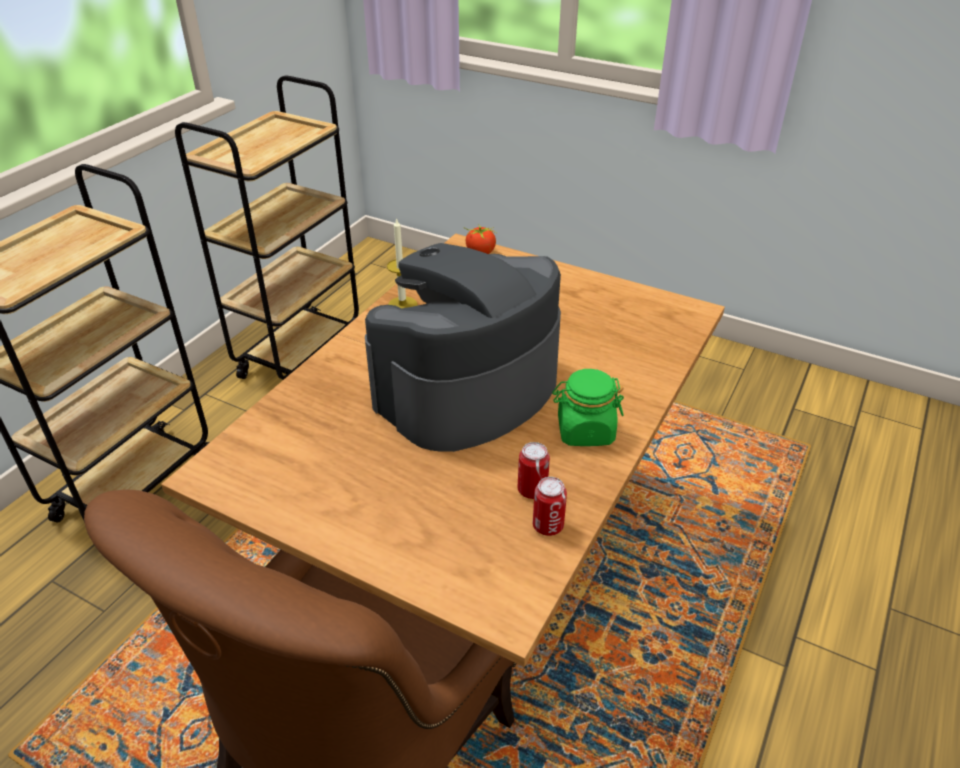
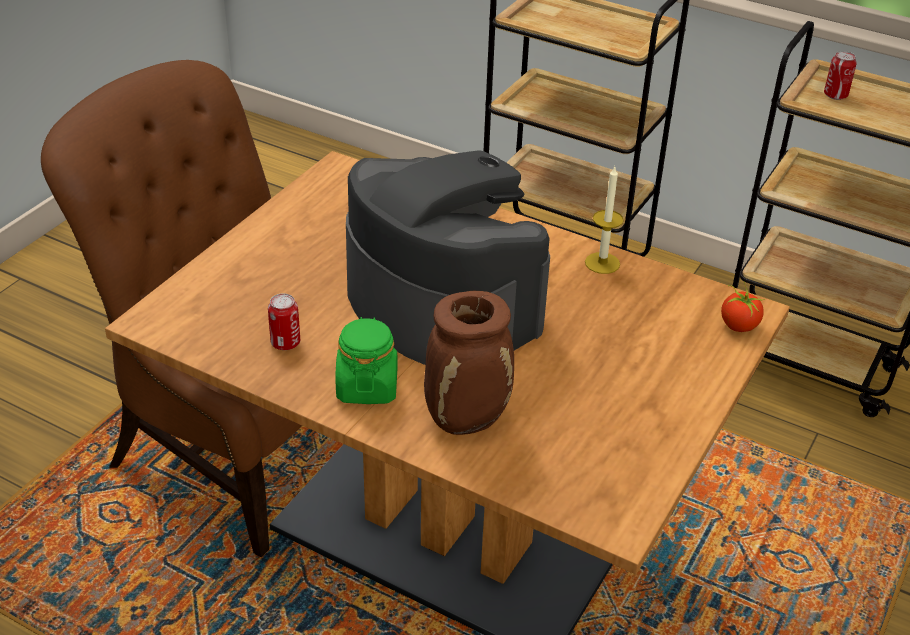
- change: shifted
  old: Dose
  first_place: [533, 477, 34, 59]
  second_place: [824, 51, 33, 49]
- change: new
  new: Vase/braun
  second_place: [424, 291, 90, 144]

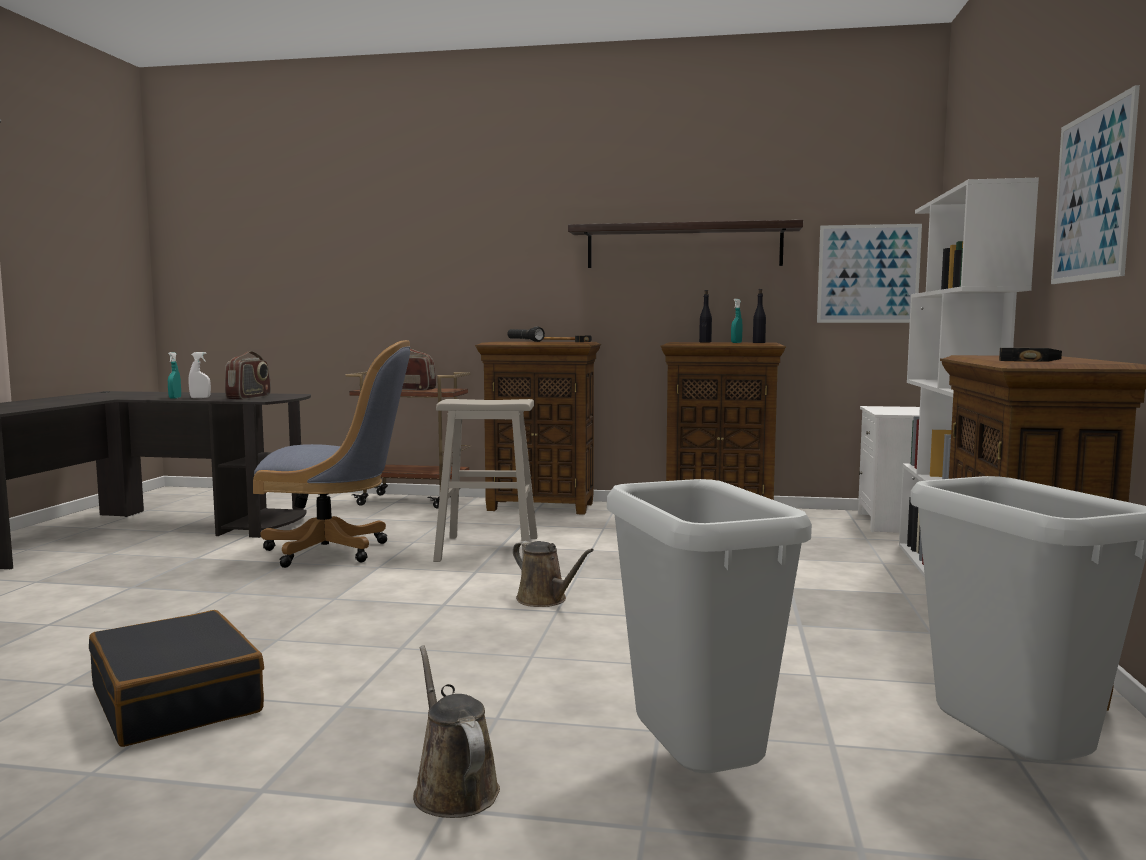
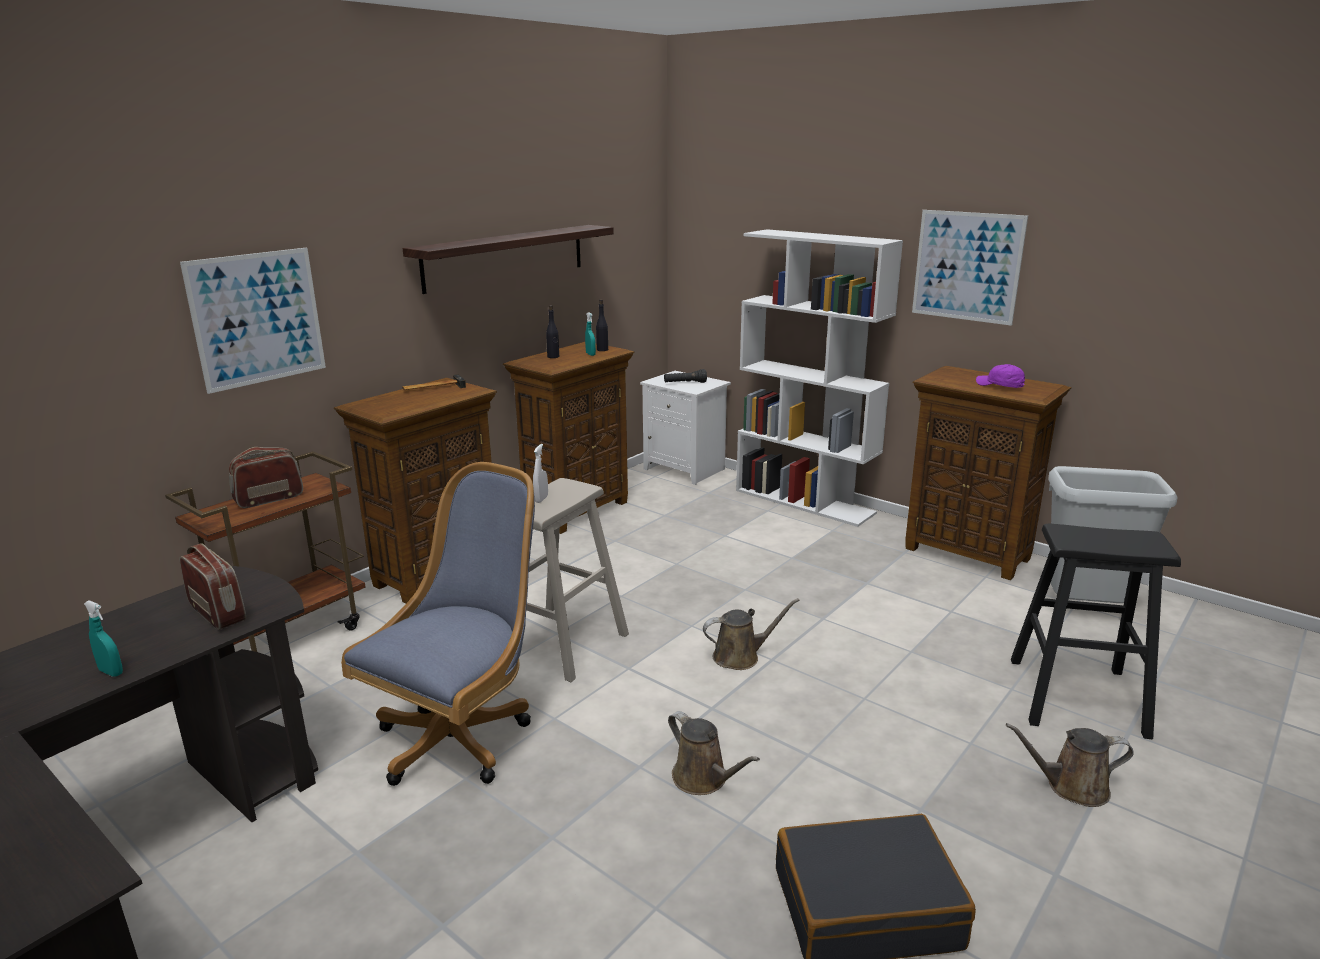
- change: shifted
  old: Bild
  first_place: [817, 224, 105, 99]
  second_place: [180, 248, 146, 146]
- change: shifted
  old: Taschenlampe/schwarz
  first_place: [507, 327, 38, 15]
  second_place: [664, 369, 43, 14]
- change: swapped
  old: Hammer
  new: Kappe/lila
  first_place: [999, 348, 63, 14]
  second_place: [976, 364, 49, 24]
- change: shifted
  old: Sprühflasche/weiß
  first_place: [189, 352, 22, 46]
  second_place: [533, 444, 15, 59]
- change: swapped
  old: Mülleimer/grau
  new: Hocker/schwarz
  first_place: [607, 479, 205, 295]
  second_place: [1011, 524, 170, 215]
- change: new
  new: Gießkanne/braun
  second_place: [668, 711, 92, 84]

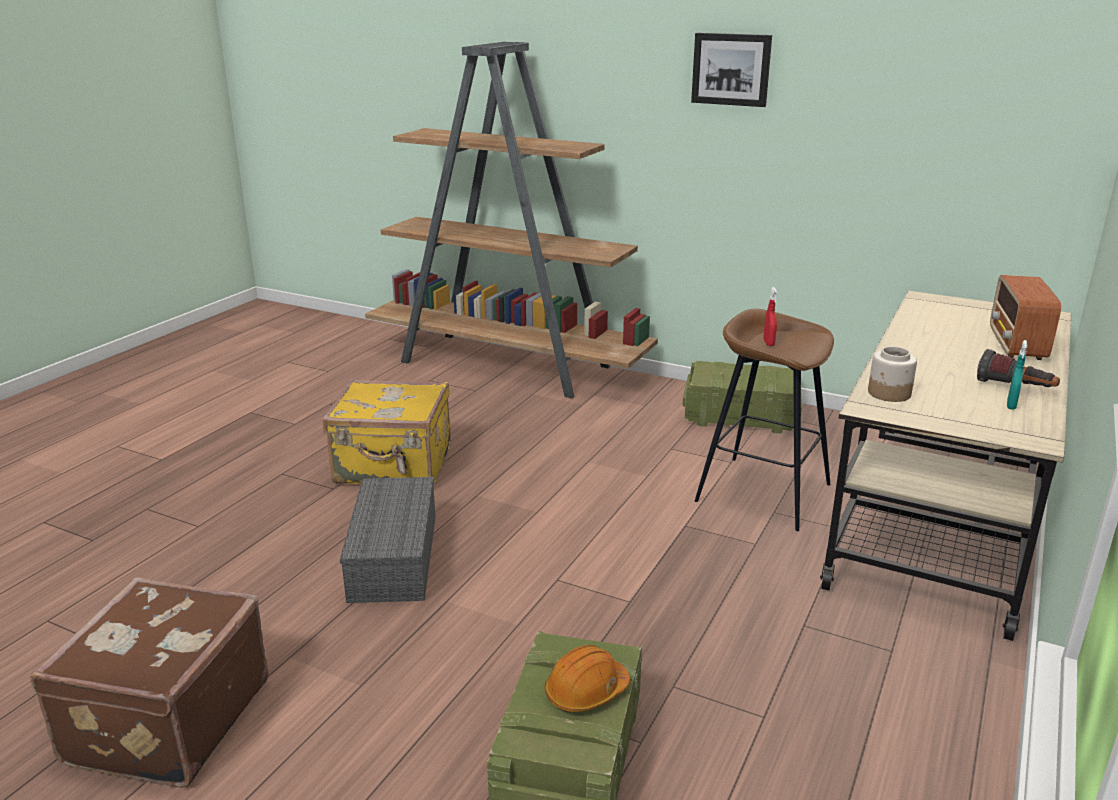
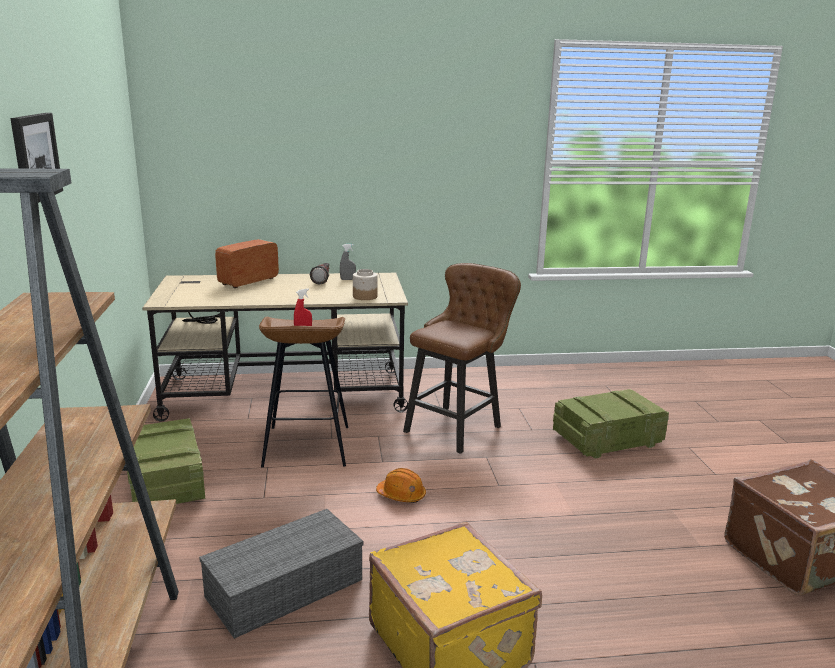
- change: rotated
  old: Radio
  first_place: [990, 275, 71, 85]
  second_place: [215, 239, 64, 49]
  degrees: 150
- change: repainted
  old: Sprühflasche/türkis
  new: Sprühflasche/grau
  first_place: [1007, 340, 20, 70]
  second_place: [340, 244, 16, 36]
- change: shifted
  old: Aufbewahrungsbox/grau
  first_place: [340, 477, 96, 126]
  second_place: [199, 509, 165, 130]
- change: shifted
  old: Schutzhelm/orange
  first_place: [544, 645, 86, 67]
  second_place: [376, 468, 50, 35]
- change: new
  new: Hocker/braun
  second_place: [403, 263, 118, 191]

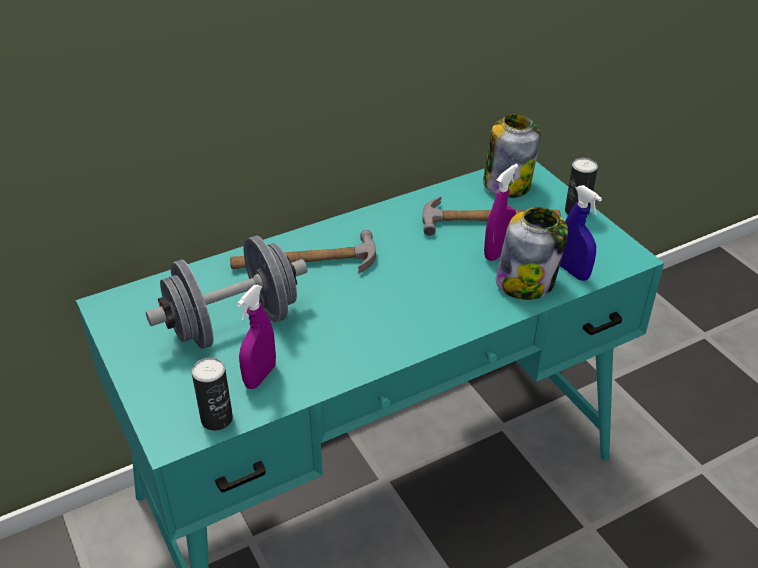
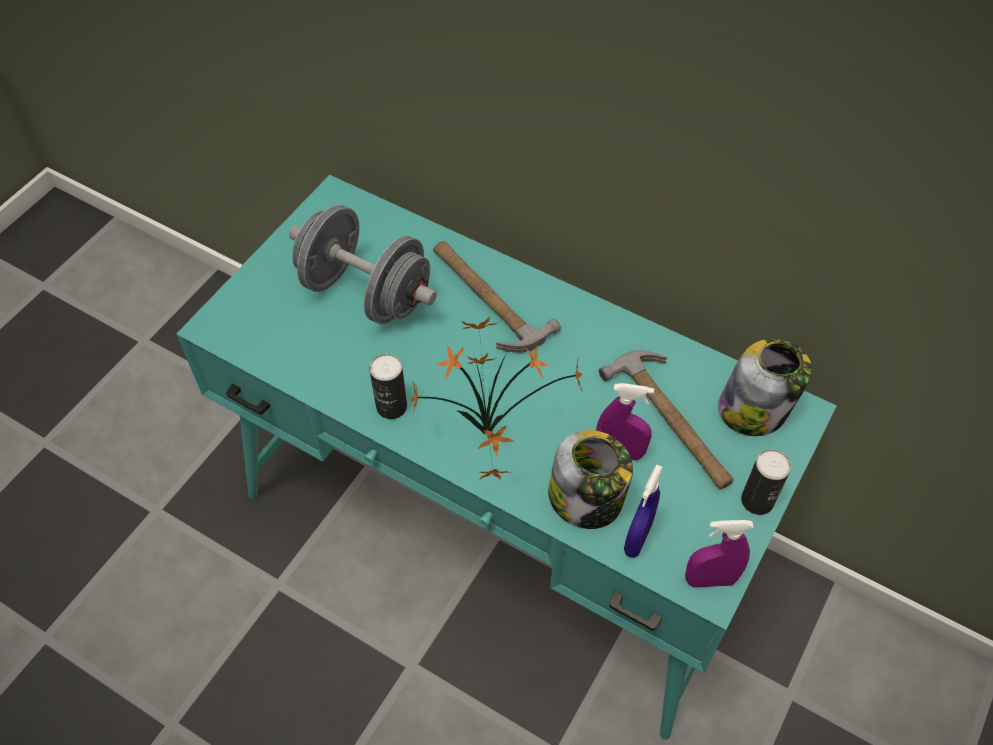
- change: shifted
  old: Sprühflasche/lila
  first_place: [237, 285, 39, 104]
  second_place: [685, 520, 69, 67]
- change: shifted
  old: Dose
  first_place: [192, 357, 41, 74]
  second_place: [369, 354, 38, 65]
- change: new
  new: Topfpflanze
  second_place: [410, 317, 173, 163]

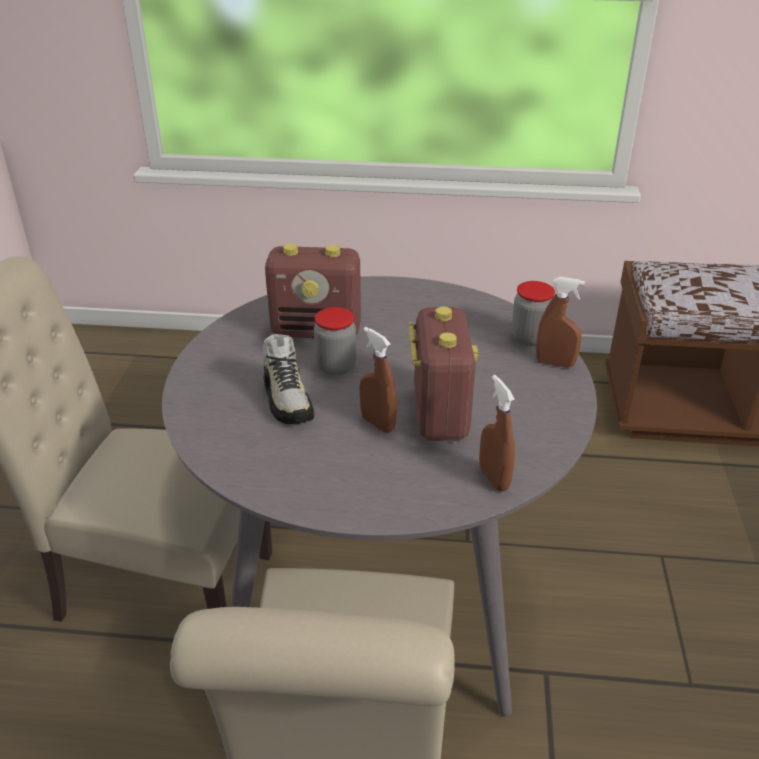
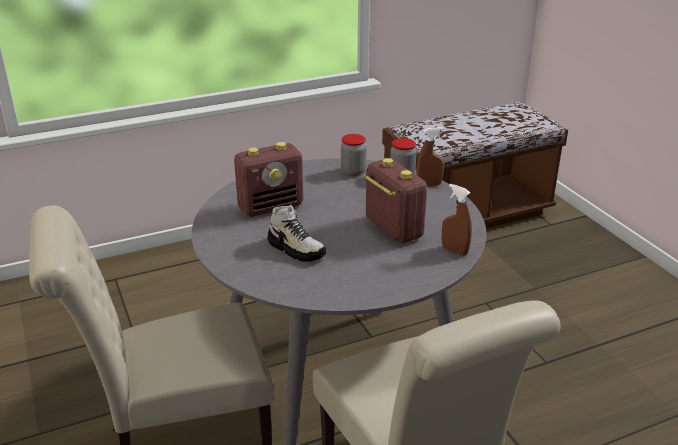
- change: shifted
  old: Vorratsglas
  first_place: [314, 307, 42, 68]
  second_place: [341, 134, 26, 42]
- change: gone
  old: Sprühflasche/braun
  first_place: [360, 327, 37, 106]

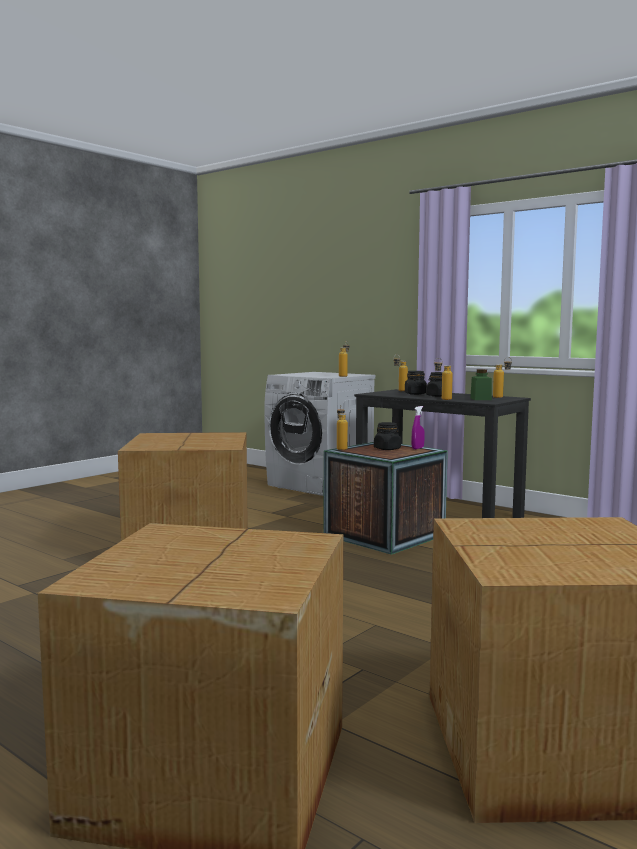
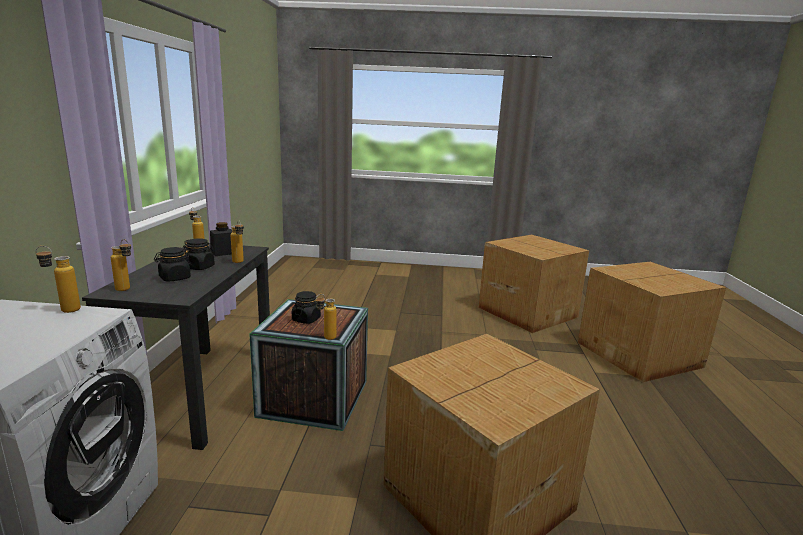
- change: repainted
  old: Vorratsglas/grün
  new: Vorratsglas/schwarz
  first_place: [470, 369, 22, 31]
  second_place: [210, 222, 22, 34]
- change: gone
  old: Sprühflasche/lila
  first_place: [412, 406, 13, 43]

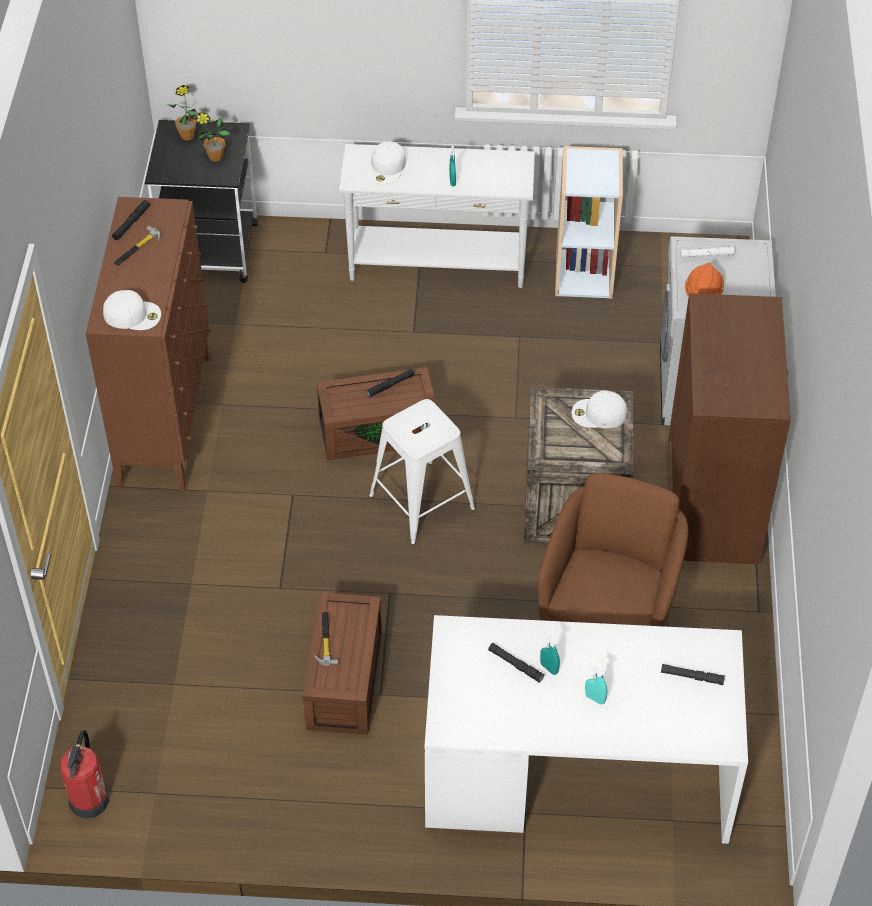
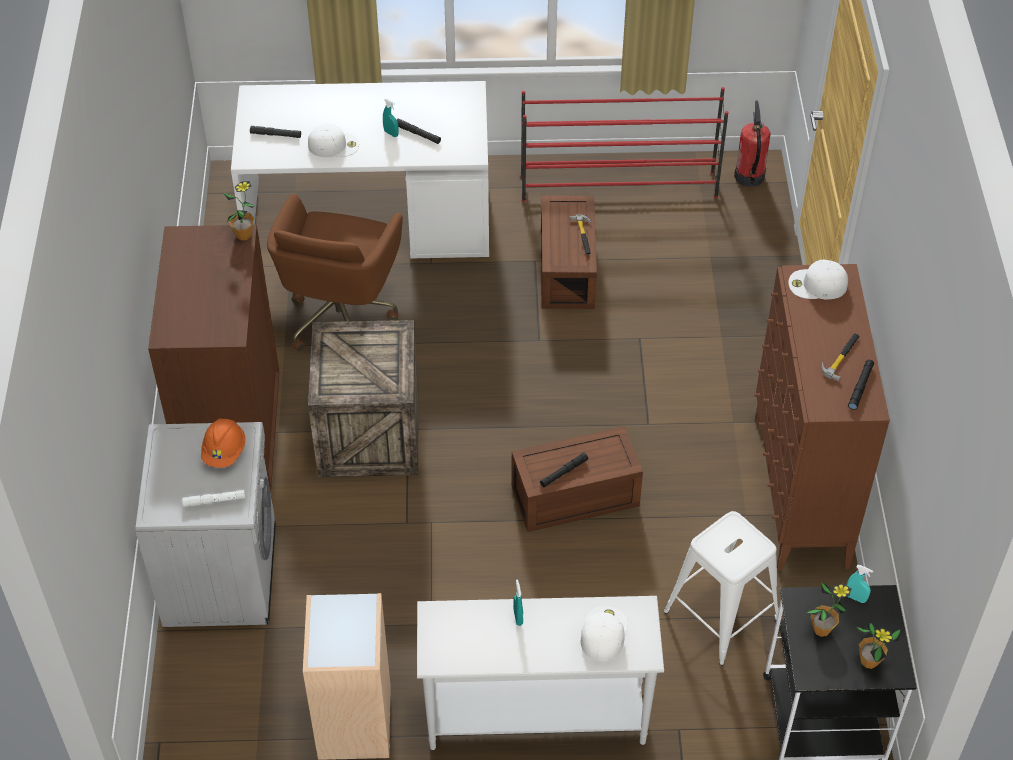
- change: shifted
  old: Kappe/weiß
  first_place: [572, 390, 55, 38]
  second_place: [308, 123, 51, 34]
- change: shifted
  old: Hocker/weiß
  first_place: [369, 399, 106, 146]
  second_place: [664, 511, 115, 154]
- change: shifted
  old: Sprühflasche/türkis
  first_place: [585, 664, 22, 41]
  second_place: [847, 565, 26, 38]
- change: new
  new: Schuhregal/rot
  second_place: [521, 87, 208, 115]
- change: new
  new: Topfpflanze
  second_place: [224, 181, 30, 59]

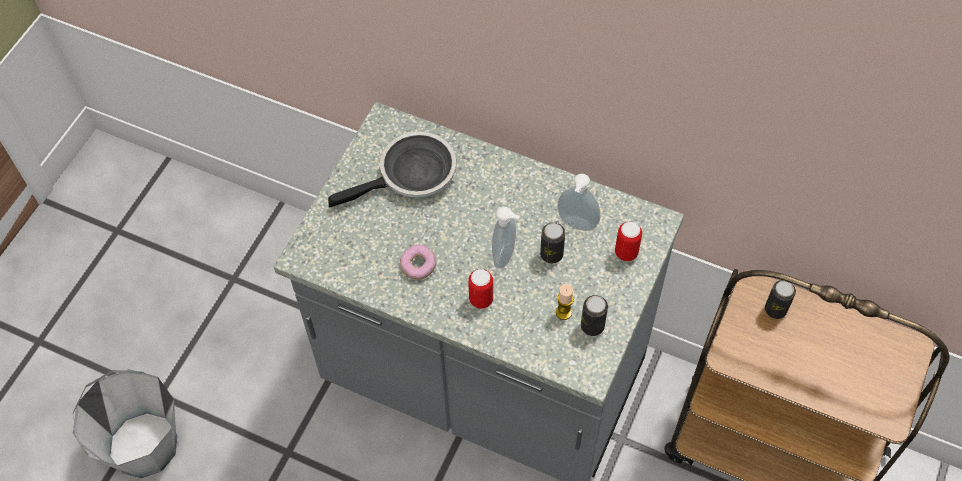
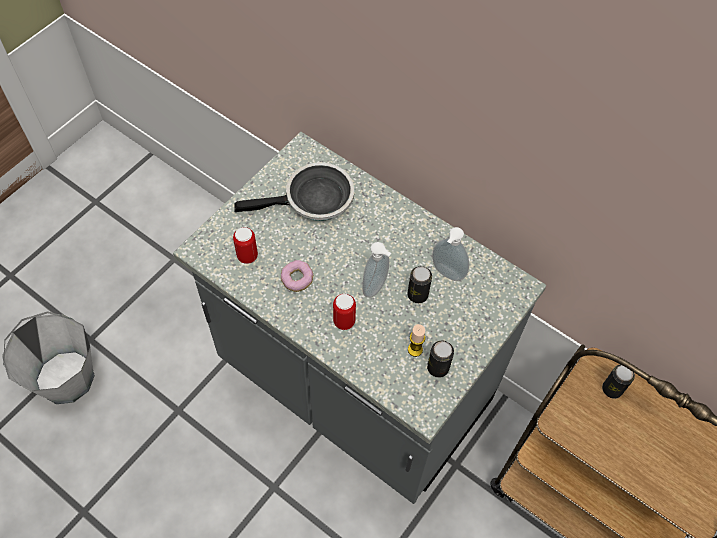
- change: shifted
  old: Dose
  first_place: [615, 222, 27, 40]
  second_place: [233, 227, 25, 37]

